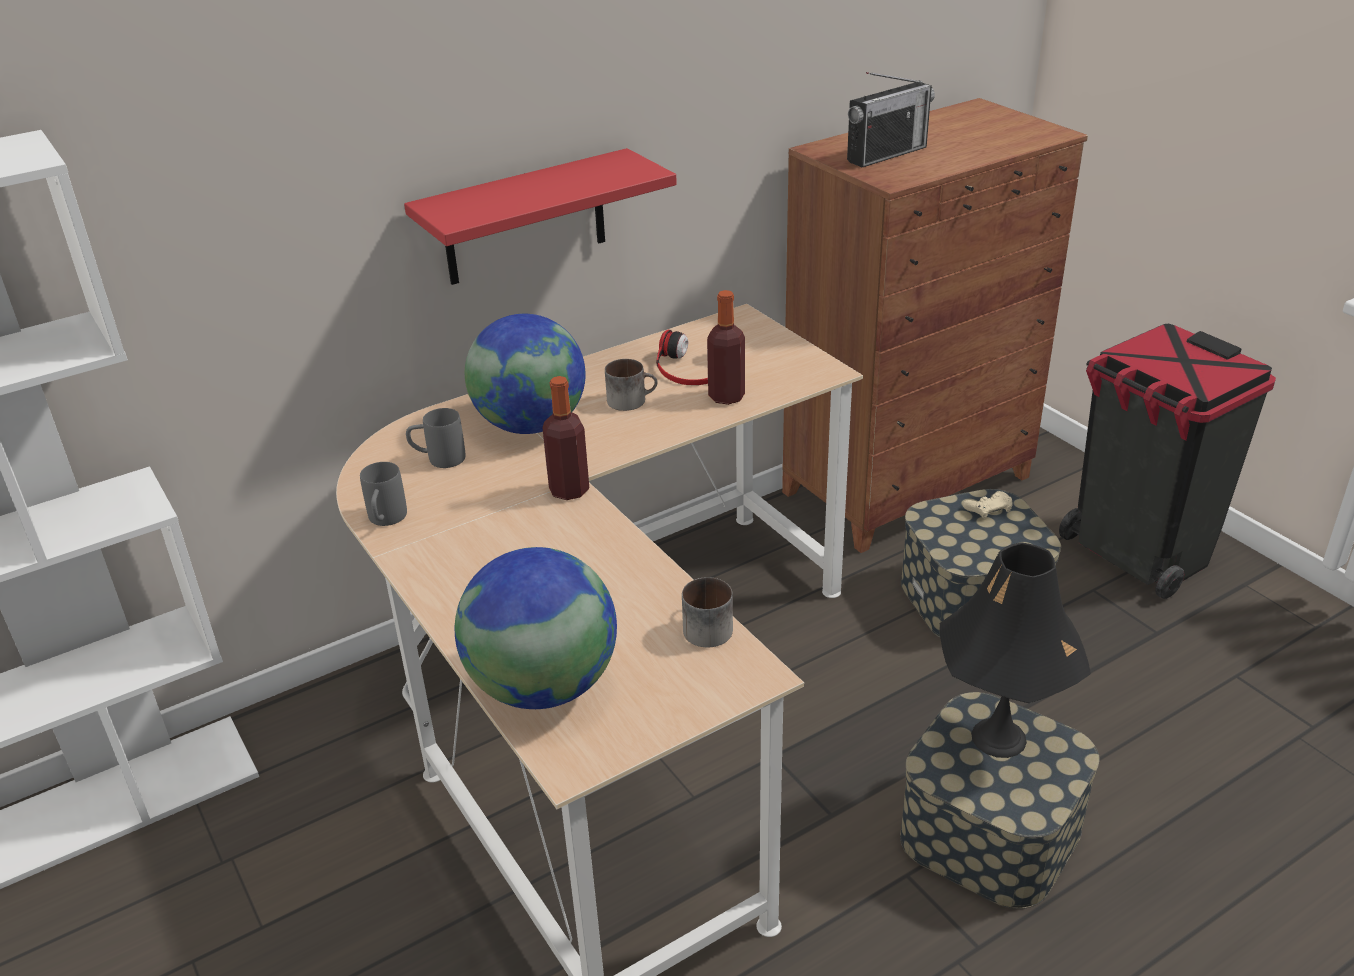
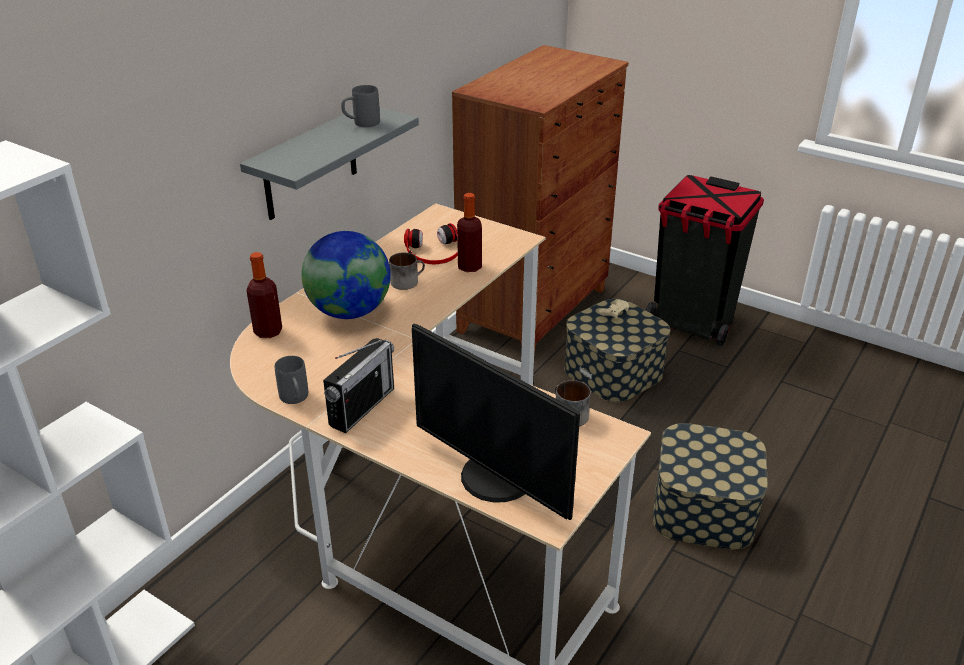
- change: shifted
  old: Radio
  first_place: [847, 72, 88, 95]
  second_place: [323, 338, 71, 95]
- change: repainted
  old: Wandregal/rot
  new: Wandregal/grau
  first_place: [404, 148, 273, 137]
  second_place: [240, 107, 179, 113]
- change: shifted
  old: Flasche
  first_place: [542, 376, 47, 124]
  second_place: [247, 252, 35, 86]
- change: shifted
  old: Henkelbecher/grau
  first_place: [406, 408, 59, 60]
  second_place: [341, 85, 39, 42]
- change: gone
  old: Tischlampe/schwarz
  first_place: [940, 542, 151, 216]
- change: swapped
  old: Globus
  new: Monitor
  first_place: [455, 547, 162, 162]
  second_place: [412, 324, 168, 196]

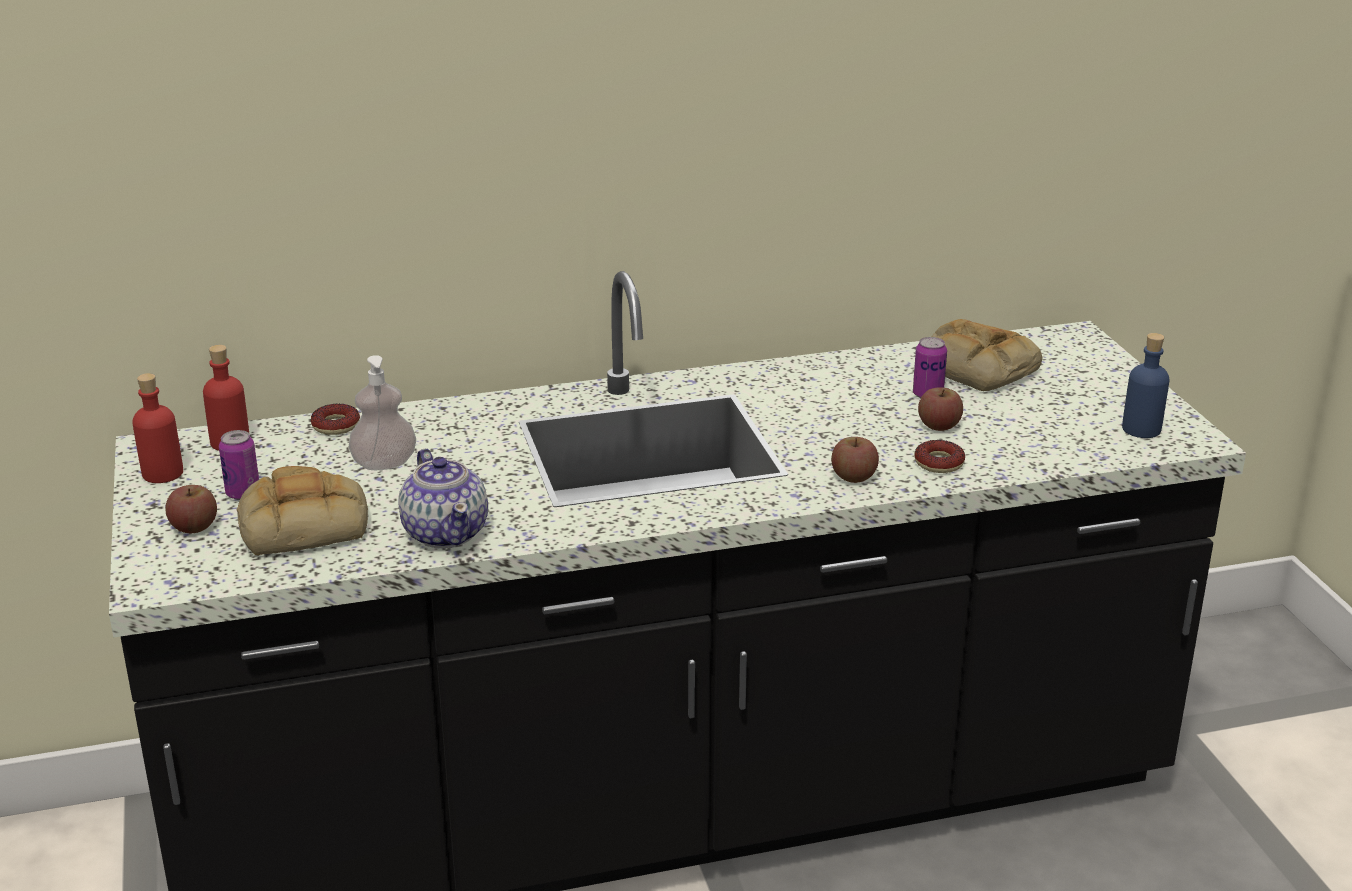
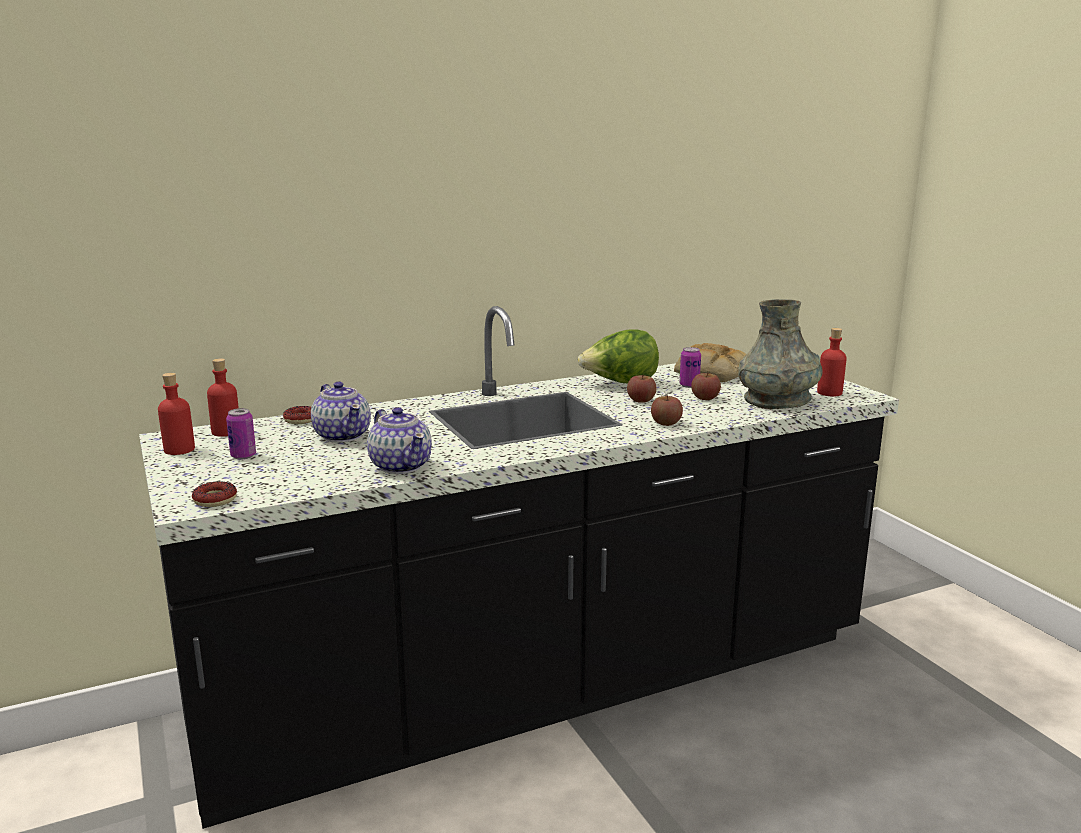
- change: repainted
  old: Flasche/blau
  new: Flasche/rot
  first_place: [1122, 333, 48, 105]
  second_place: [817, 328, 30, 68]
- change: swapped
  old: Seifenspender
  new: Teekanne
  first_place: [349, 355, 67, 115]
  second_place: [311, 381, 60, 62]
- change: shifted
  old: Donut
  first_place: [915, 440, 50, 33]
  second_place: [192, 481, 45, 26]
- change: gone
  old: Brot
  first_place: [236, 466, 132, 89]
- change: shifted
  old: Apfel
  first_place: [165, 485, 52, 48]
  second_place: [627, 375, 29, 28]
- change: new
  new: Vase/grau
  second_place: [738, 299, 85, 111]
- change: new
  new: Salatkopf
  second_place: [578, 329, 81, 55]

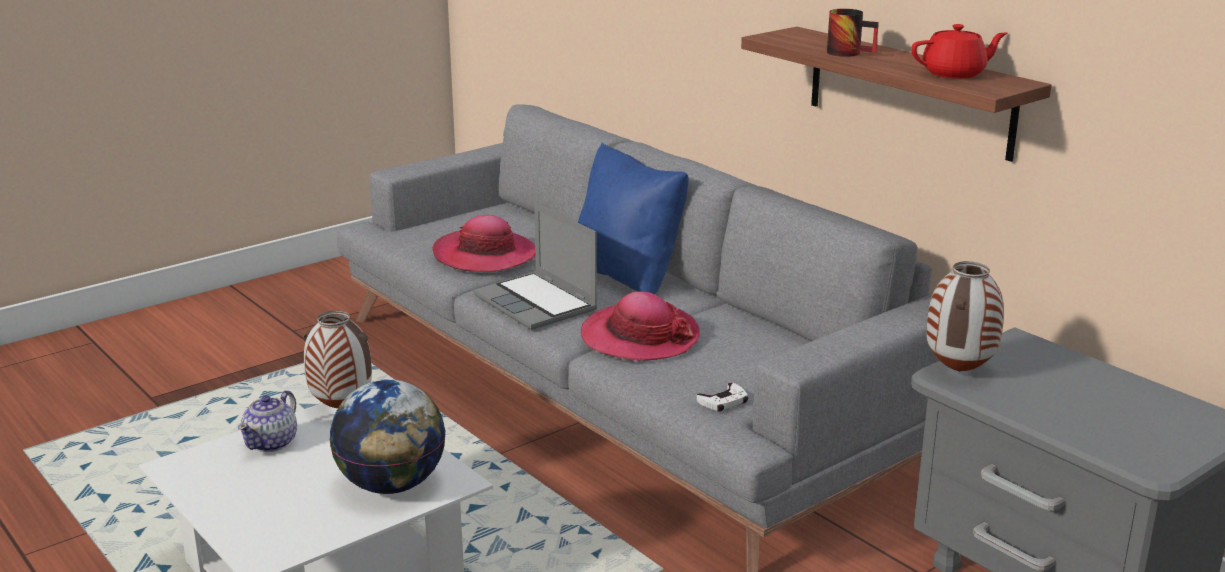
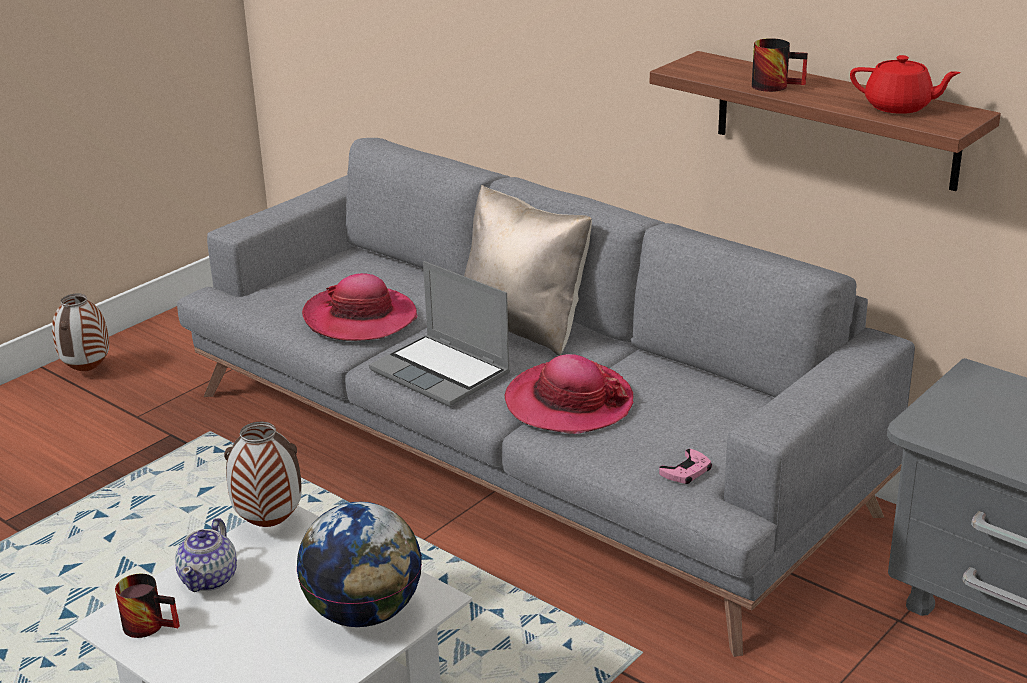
- change: rotated
  old: Teekanne/rot
  first_place: [911, 24, 97, 55]
  second_place: [850, 55, 111, 59]
  degrees: 45
- change: repainted
  old: Kissen/blau
  new: Kissen/beige
  first_place: [578, 143, 111, 151]
  second_place: [464, 185, 128, 171]
- change: shifted
  old: Vase
  first_place: [927, 261, 77, 111]
  second_place: [52, 293, 57, 78]
- change: repainted
  old: Gamepad/weiß
  new: Gamepad/rosa
  first_place: [696, 383, 52, 29]
  second_place: [659, 449, 53, 35]
- change: new
  new: Henkelbecher
  second_place: [115, 574, 65, 64]

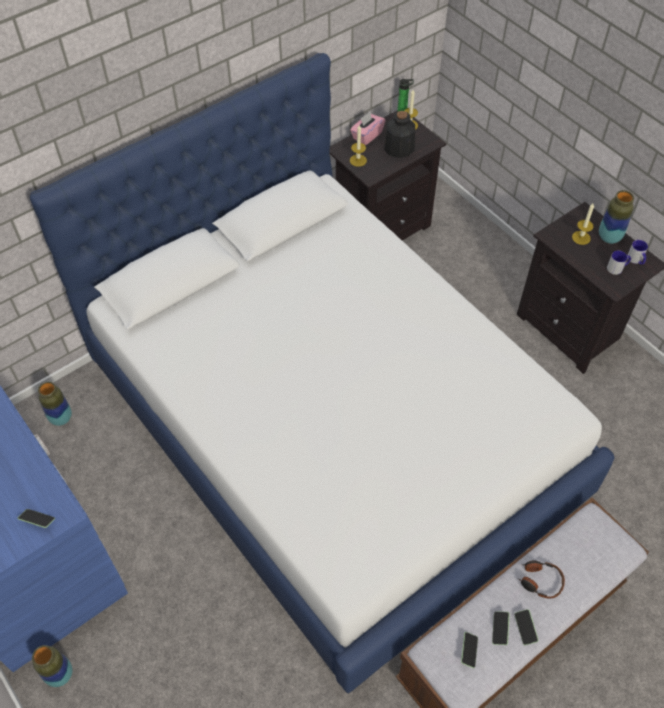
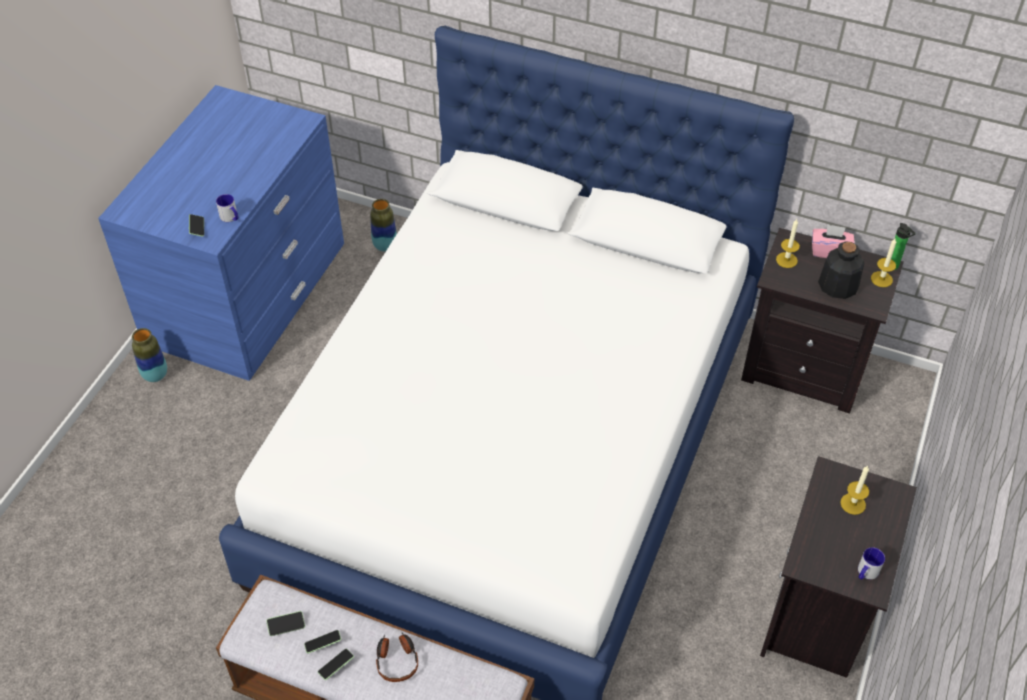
- change: gone
  old: Vase
  first_place: [599, 190, 35, 54]
- change: shifted
  old: Henkelbecher
  first_place: [607, 251, 24, 24]
  second_place: [216, 194, 22, 28]

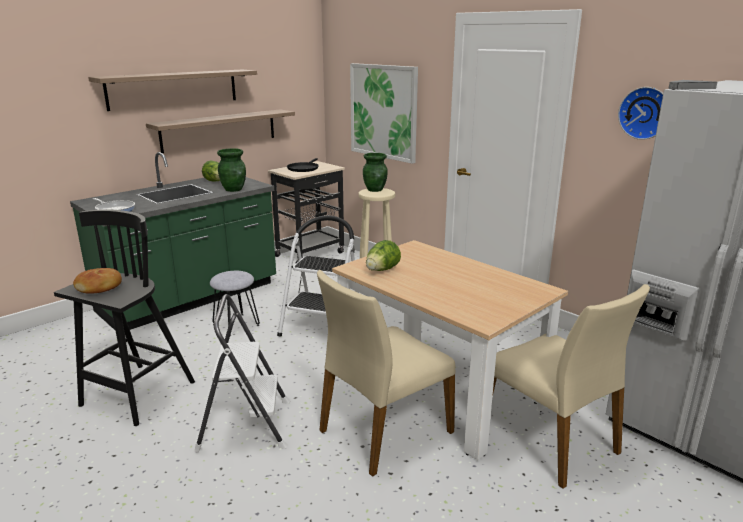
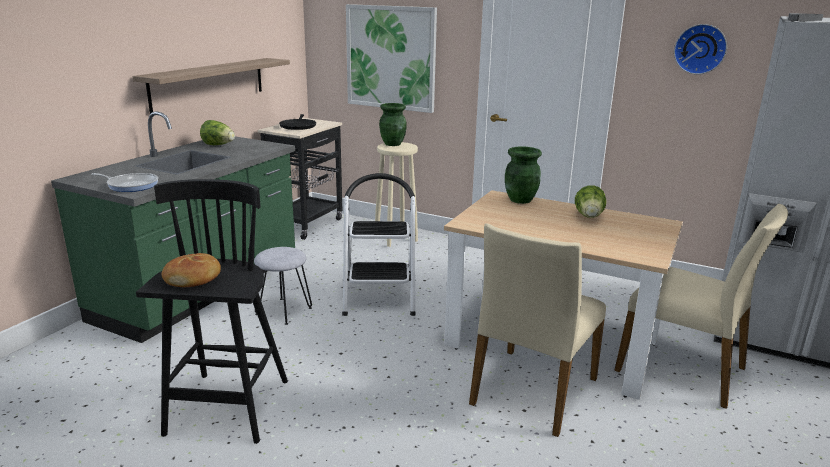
- change: gone
  old: Wandregal
  first_place: [88, 70, 169, 41]
- change: shifted
  old: Vase/grün
  first_place: [217, 148, 29, 44]
  second_place: [505, 146, 37, 58]
- change: shifted
  old: Salatkopf
  first_place: [366, 240, 35, 31]
  second_place: [575, 185, 31, 33]
- change: gone
  old: Trittleiter/weiß
  first_place: [195, 294, 95, 159]

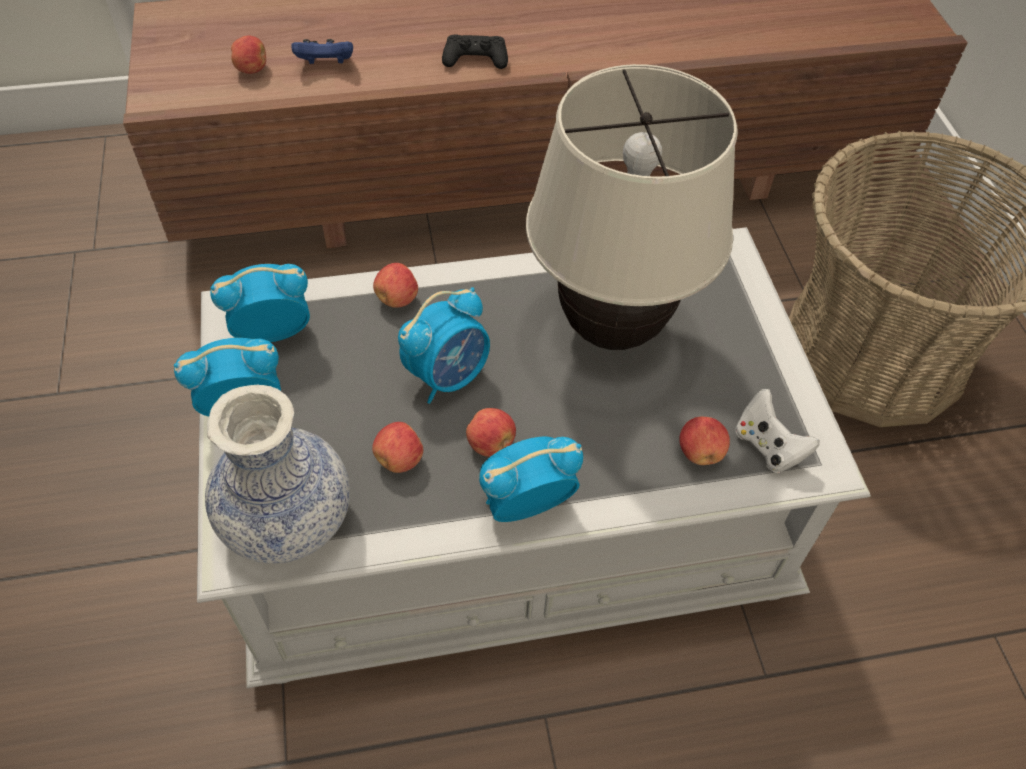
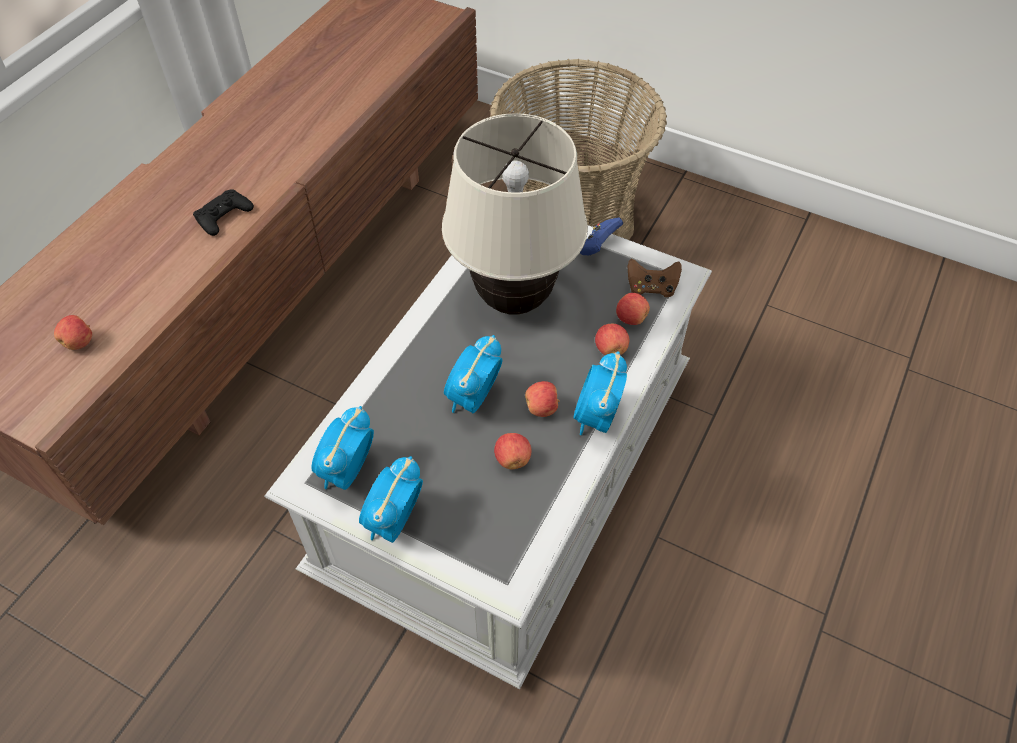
- change: shifted
  old: Gamepad/blau
  first_place: [291, 39, 62, 25]
  second_place: [580, 217, 43, 38]
- change: shifted
  old: Apfel
  first_place: [373, 263, 45, 45]
  second_place: [595, 324, 34, 31]
- change: rotated
  old: Wecker
  first_place: [398, 287, 92, 117]
  second_place: [444, 335, 59, 78]
  degrees: -150
- change: gone
  old: Vase
  first_place: [205, 384, 145, 179]
- change: repainted
  old: Gamepad/weiß
  new: Gamepad/braun
  first_place: [735, 389, 85, 84]
  second_place: [627, 259, 55, 38]

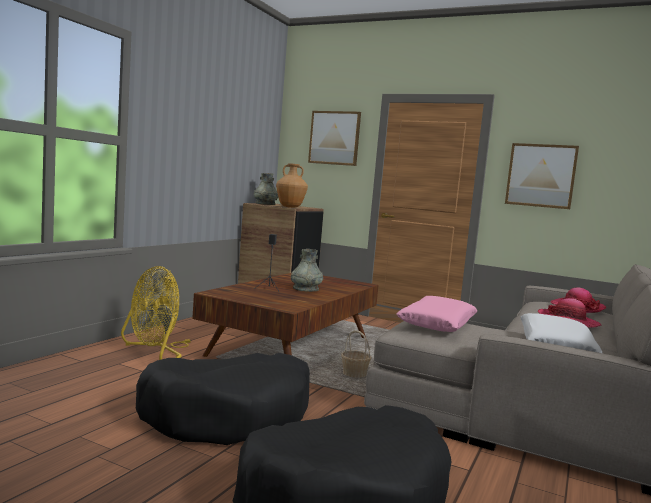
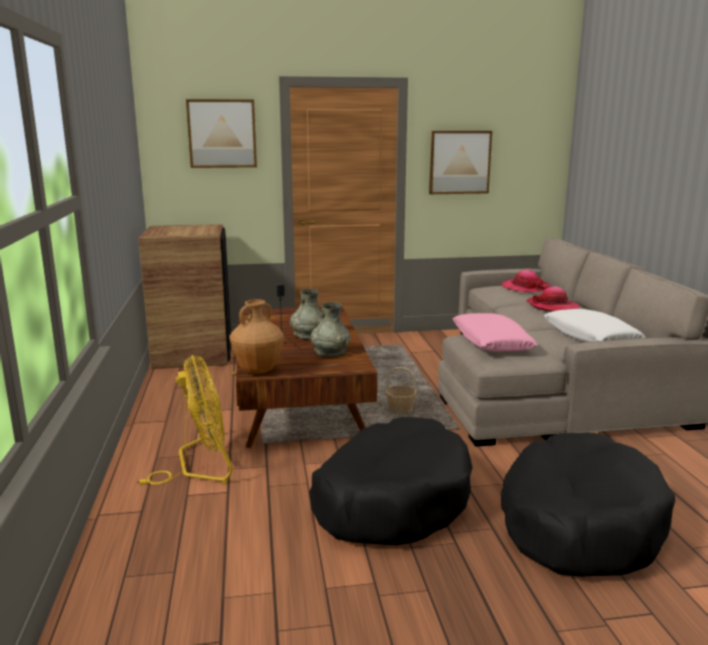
- change: shifted
  old: Vase/braun
  first_place: [276, 163, 32, 45]
  second_place: [229, 299, 55, 75]
- change: shifted
  old: Vase/grau
  first_place: [254, 173, 24, 32]
  second_place: [311, 302, 39, 55]
- change: rotated
  old: Ventilator/gelb
  first_place: [121, 266, 70, 94]
  second_place: [137, 355, 96, 130]
  degrees: -120

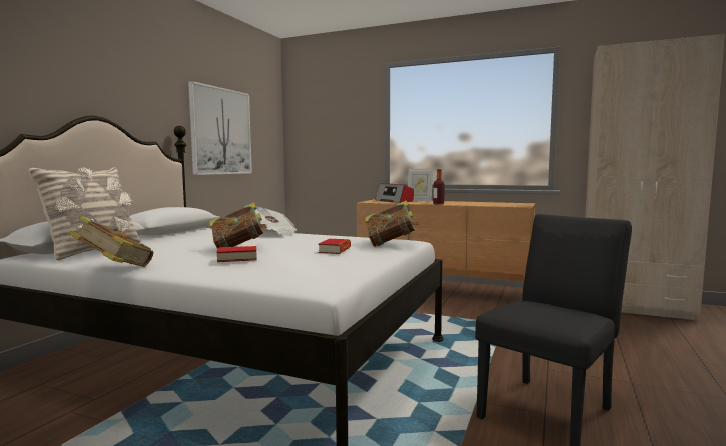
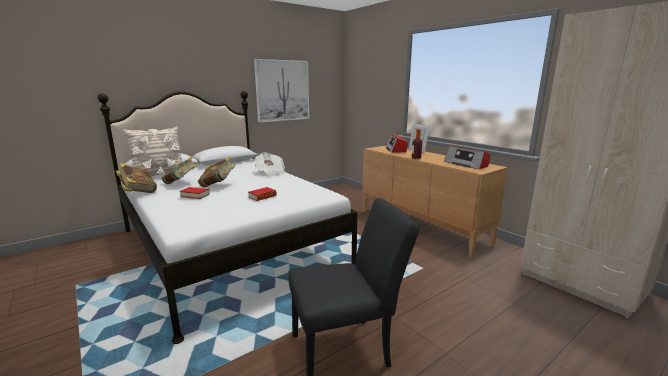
- change: shifted
  old: Buch
  first_place: [365, 201, 53, 46]
  second_place: [162, 157, 37, 27]
- change: new
  new: Radio
  second_place: [444, 145, 47, 24]

